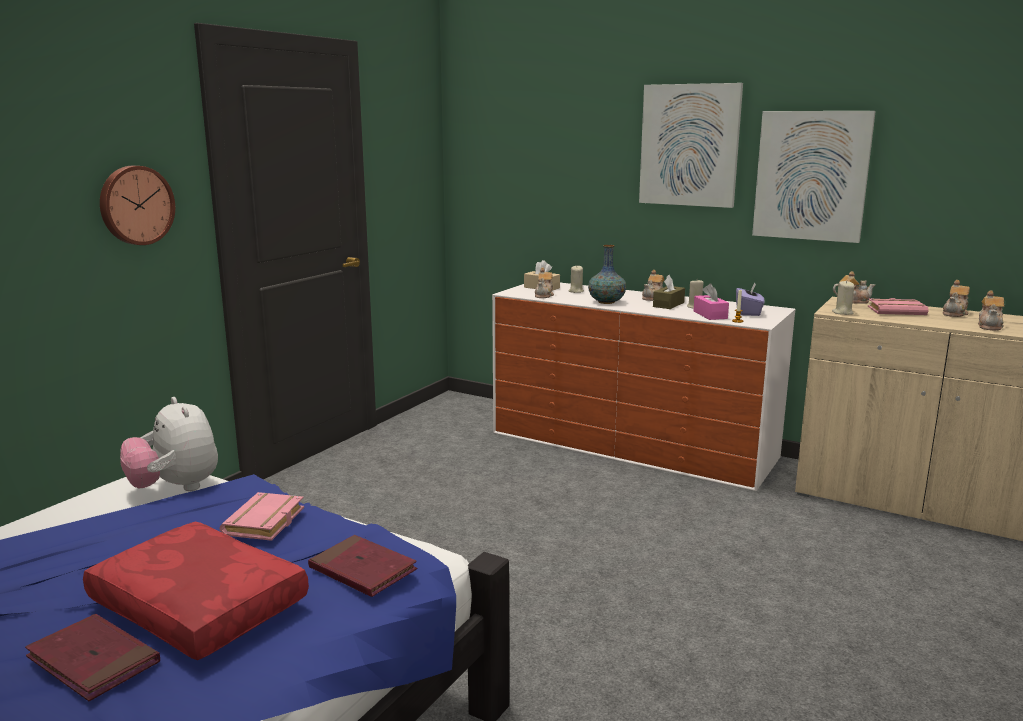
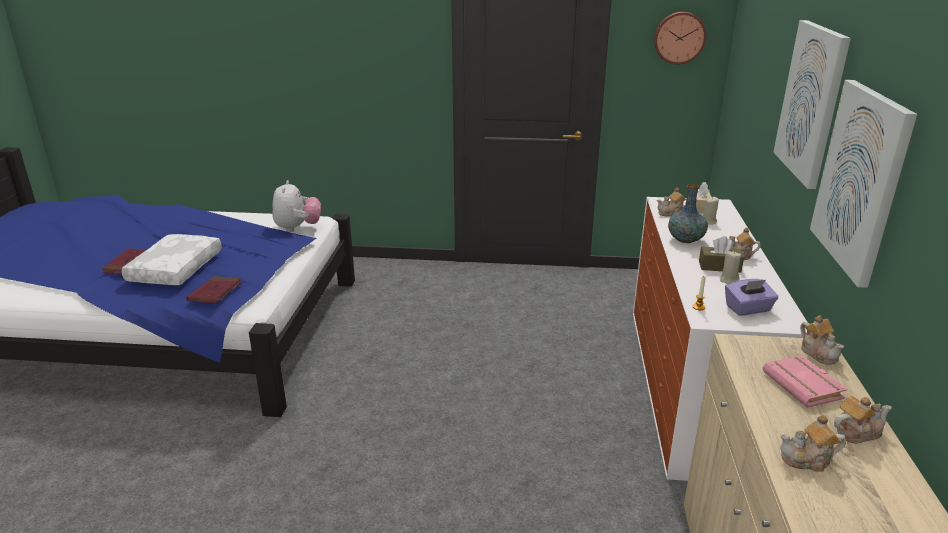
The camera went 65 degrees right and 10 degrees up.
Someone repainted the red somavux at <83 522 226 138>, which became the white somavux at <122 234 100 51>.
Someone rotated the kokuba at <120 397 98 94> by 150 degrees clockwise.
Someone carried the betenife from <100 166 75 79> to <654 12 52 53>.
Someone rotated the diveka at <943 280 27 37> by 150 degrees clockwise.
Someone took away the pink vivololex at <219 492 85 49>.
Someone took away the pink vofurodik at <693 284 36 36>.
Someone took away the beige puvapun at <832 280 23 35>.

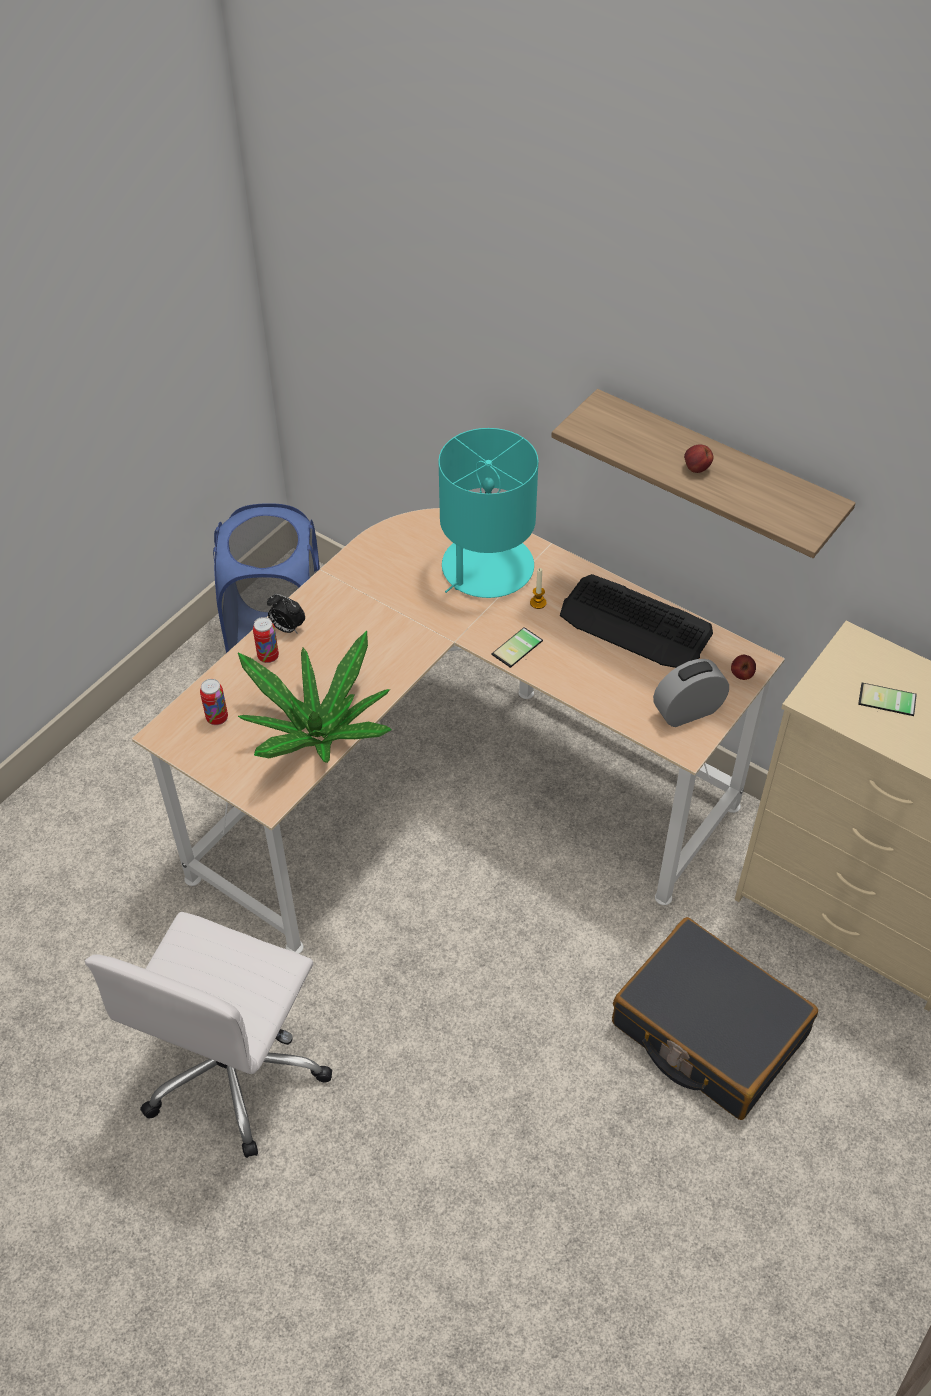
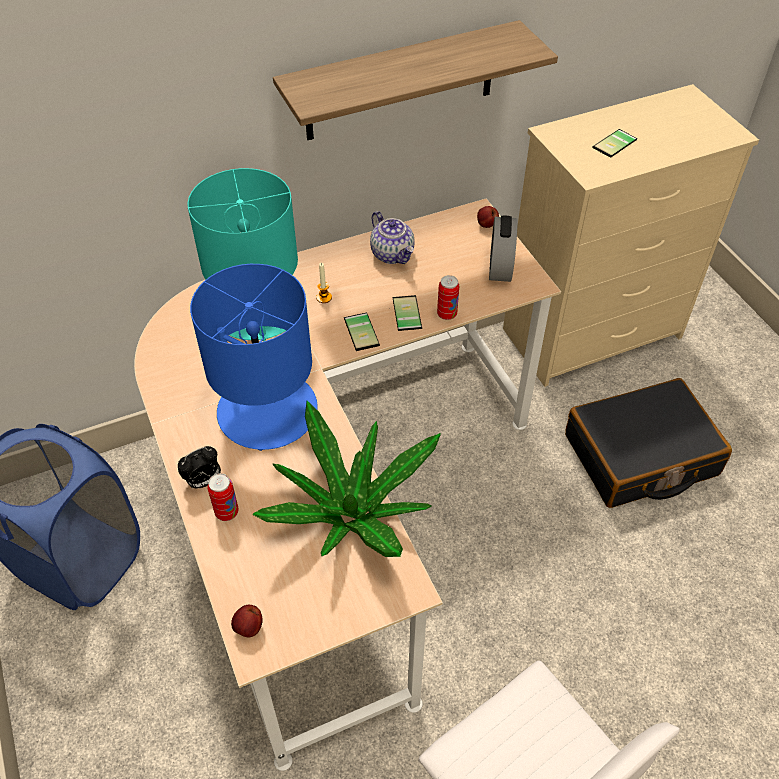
The camera went 60 degrees left and 0 degrees up.
Someone put down the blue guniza at <190 264 128 187>.
Someone carried the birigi from <684 444 29 29> to <231 605 32 32>.
Someone swapped the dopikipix at <560 574 153 94> for the diveka at <370 211 45 53>.
Someone put down the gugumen at <393 295 29 36>.
Someone carried the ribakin from <200 679 28 46> to <437 275 22 45>.

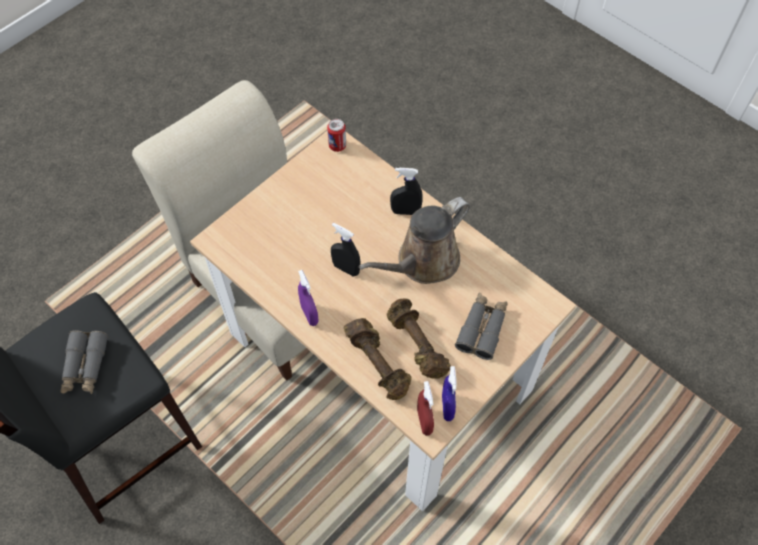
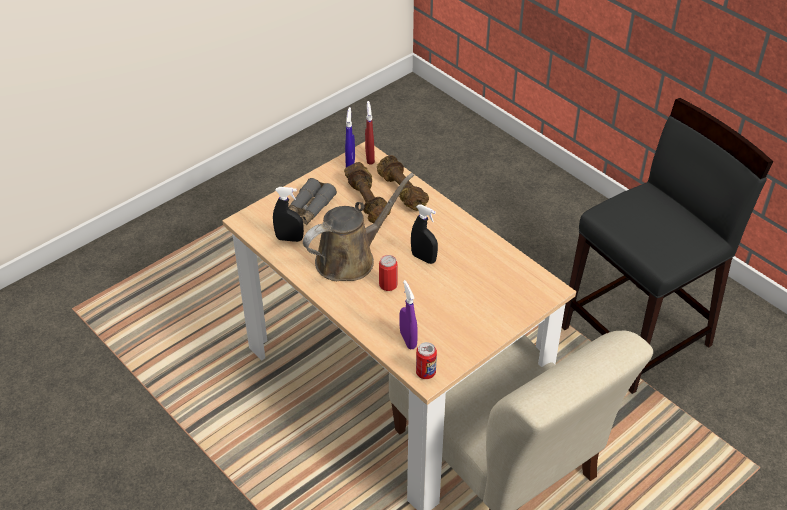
The camera went 175 degrees left and 15 degrees down.
Someone carried the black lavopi from <390 168 33 47> to <273 187 31 55>.
Someone put down the ribakin at <379 255 18 36>.
Someone carried the purple lavopi from <298 270 21 56> to <400 280 18 69>.
Someone took away the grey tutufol at <60 330 48 64>.

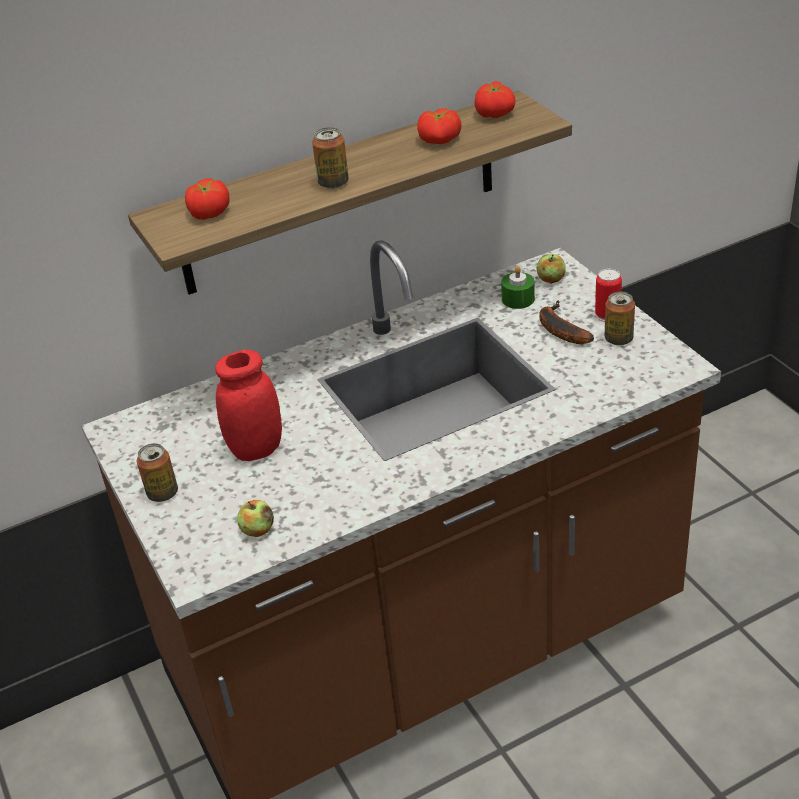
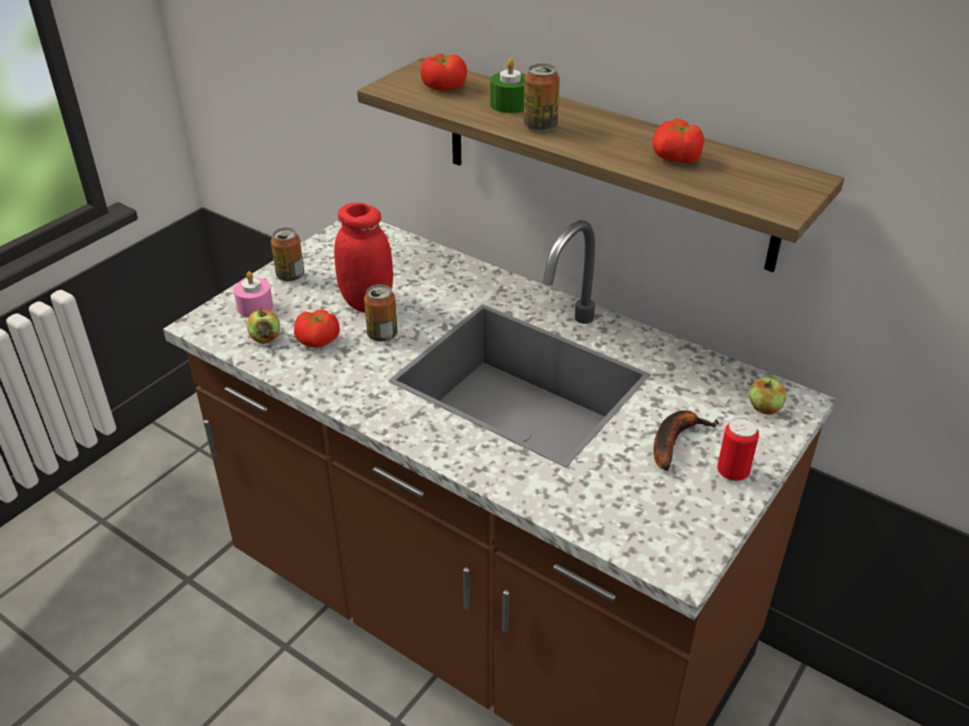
The camera went 60 degrees right and 0 degrees up.
Someone put down the pink puvapun at <234 271 39 47>.
Someone carried the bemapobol from <474 81 42 37> to <294 309 46 39>.
Someone carried the ribakin from <605 291 30 54> to <364 284 33 58>.
Someone carried the green puvapun from <501 266 34 43> to <490 58 36 55>.

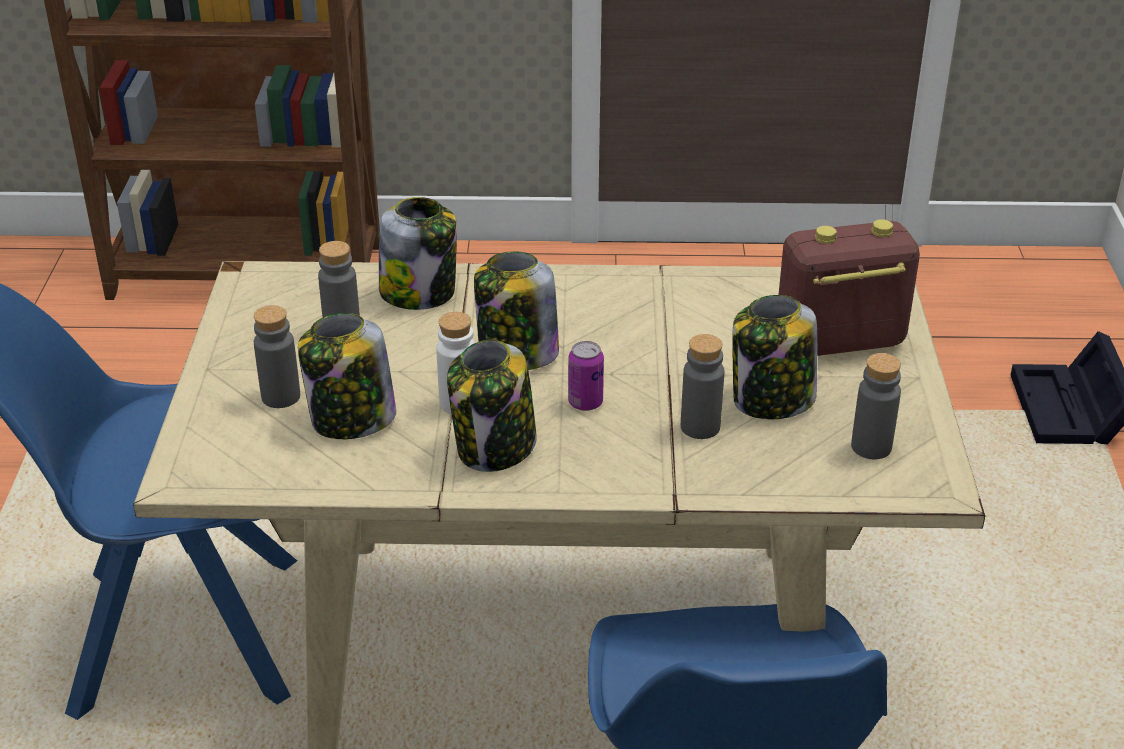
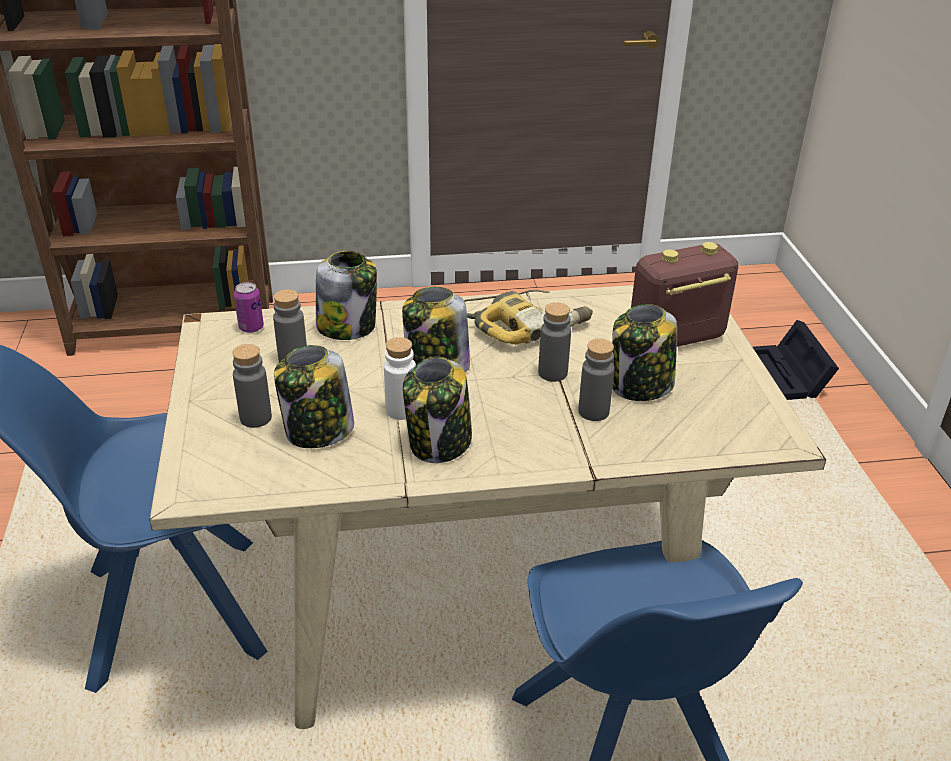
The camera went 10 degrees left and 0 degrees up.
Someone carried the ribakin from <568 341 36 70> to <234 282 30 51>.
Someone put down the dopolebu at <464 290 129 54>.
Someone carried the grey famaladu from <851 353 50 106> to <538 302 33 80>.

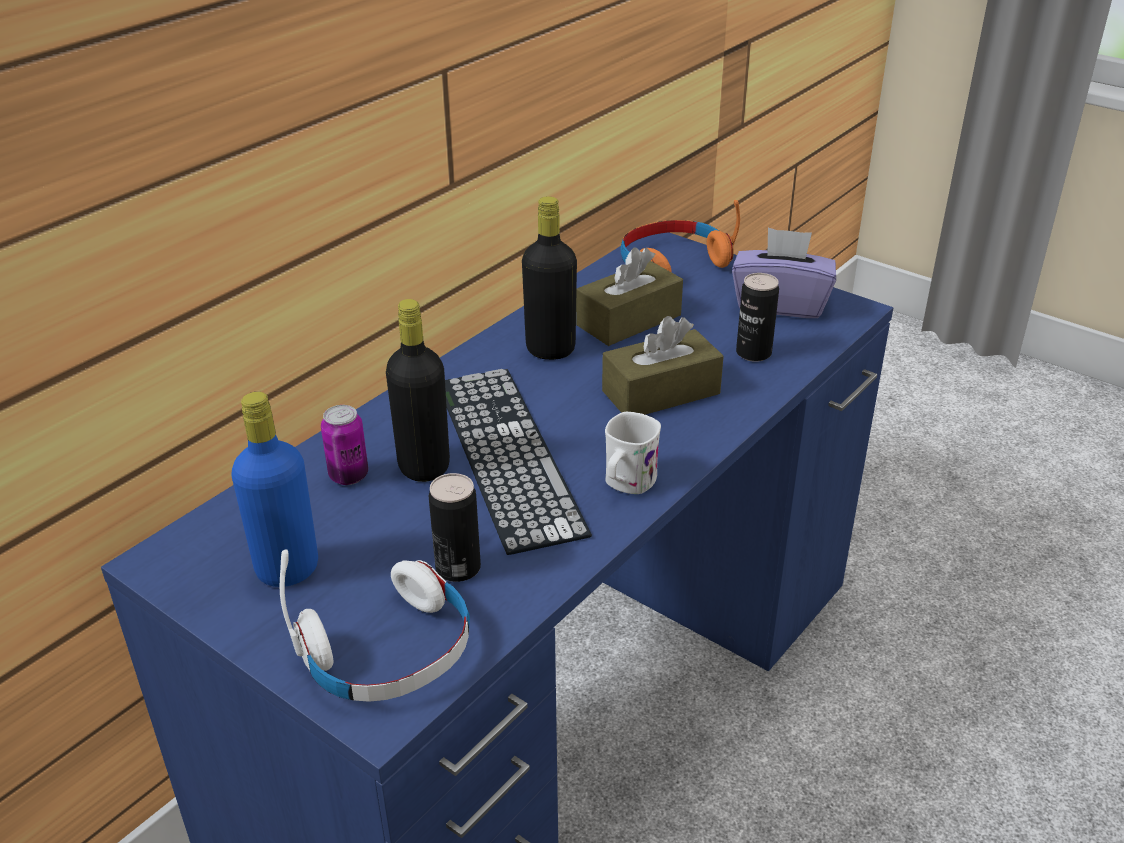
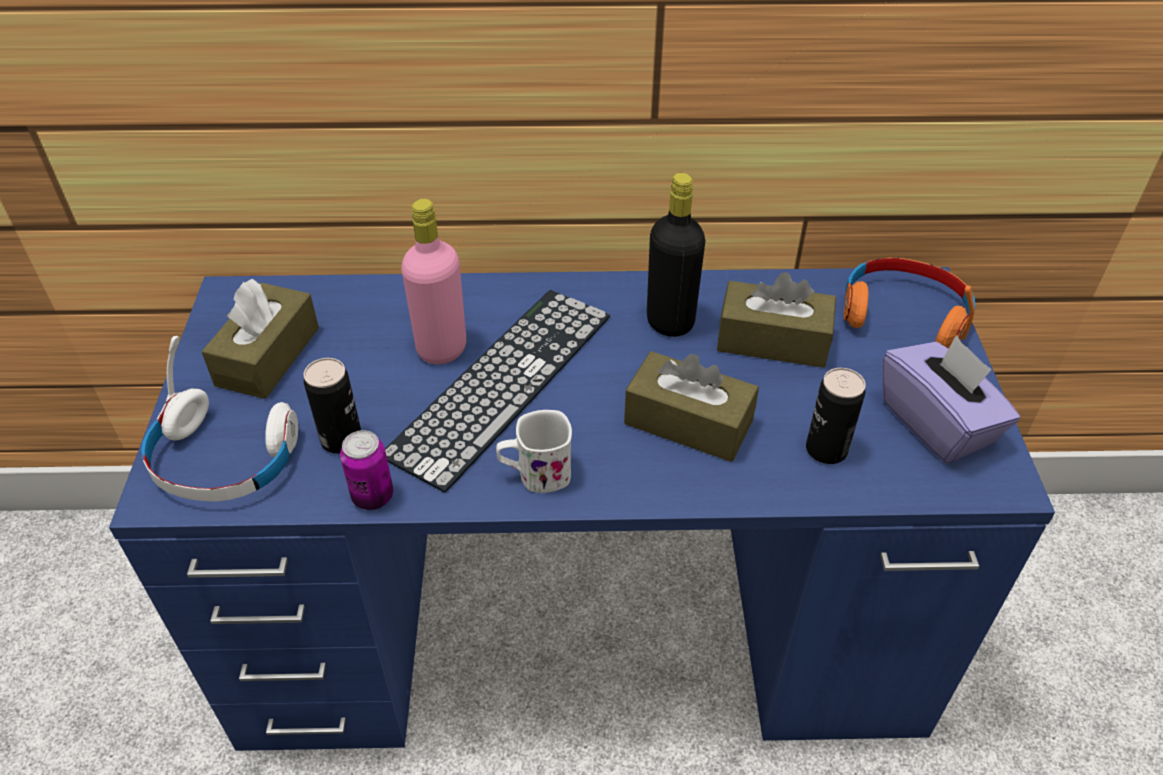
The camera went 50 degrees right and 10 degrees up.
Someone swapped the blue famaladu at <232 392 86 195> for the brown vofurodik at <202 279 117 120>.
Someone carried the ribakin from <321 405 47 80> to <340 430 53 80>.
Someone repainted the black famaladu at <386 299 64 183>, which became the pink famaladu at <401 199 65 165>.

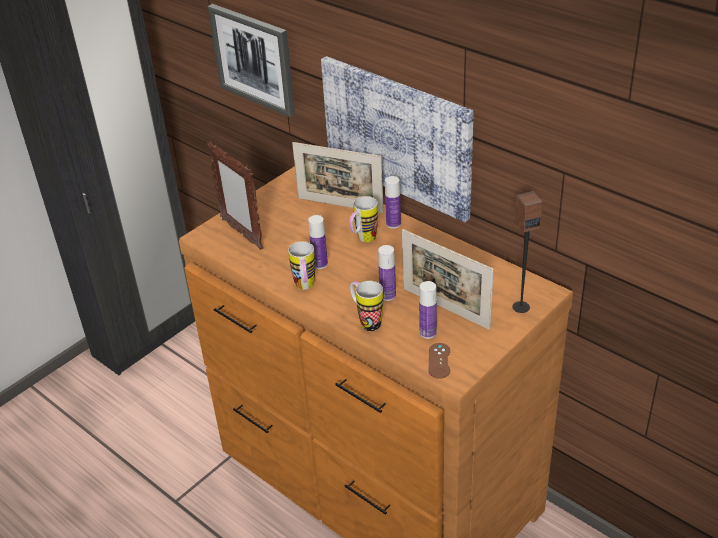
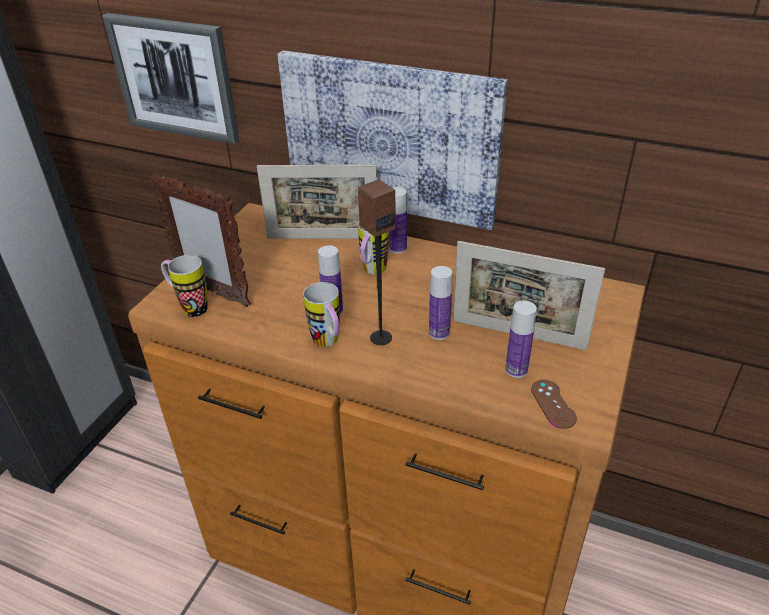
The camera went 20 degrees left and 0 degrees up.
Someone carried the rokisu from <350 281 33 50> to <161 255 47 62>.
Someone carried the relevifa from <512 191 31 122> to <358 179 38 166>.

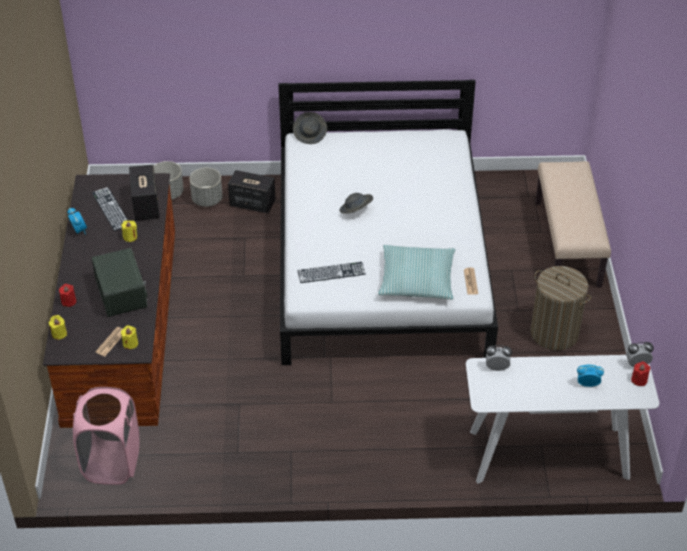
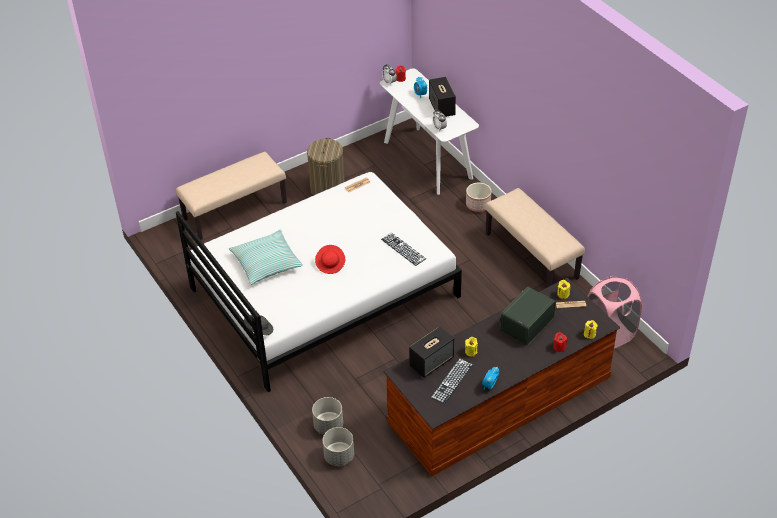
The camera went 120 degrees left and 0 degrees up.
Someone carried the somavux from <378 245 77 55> to <229 230 74 55>.
Someone repainted the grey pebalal at <340 193 33 21>, which became the red pebalal at <315 245 30 29>.
Someone carried the relevifa from <228 170 48 43> to <429 77 27 40>.
Someone put down the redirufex at <466 183 25 29>.
Someone put down the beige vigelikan at <485 188 100 100>.

